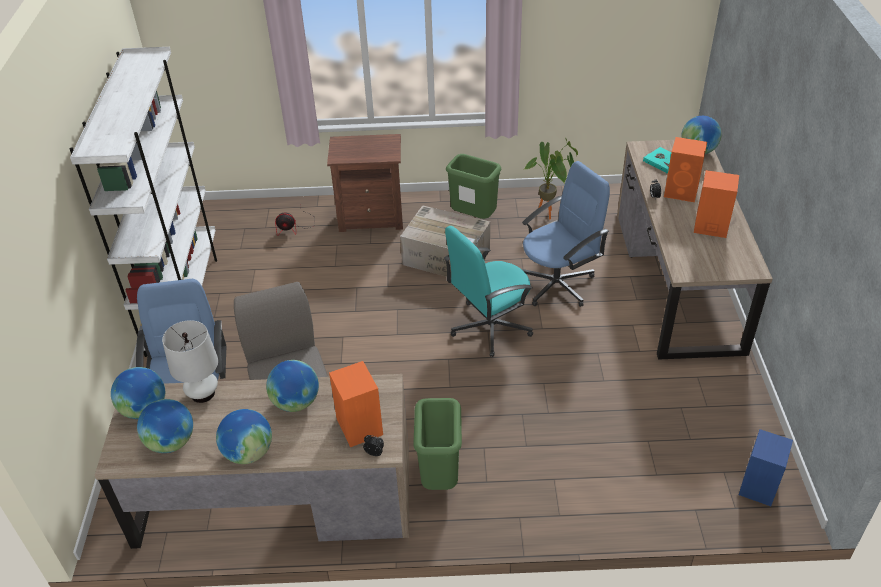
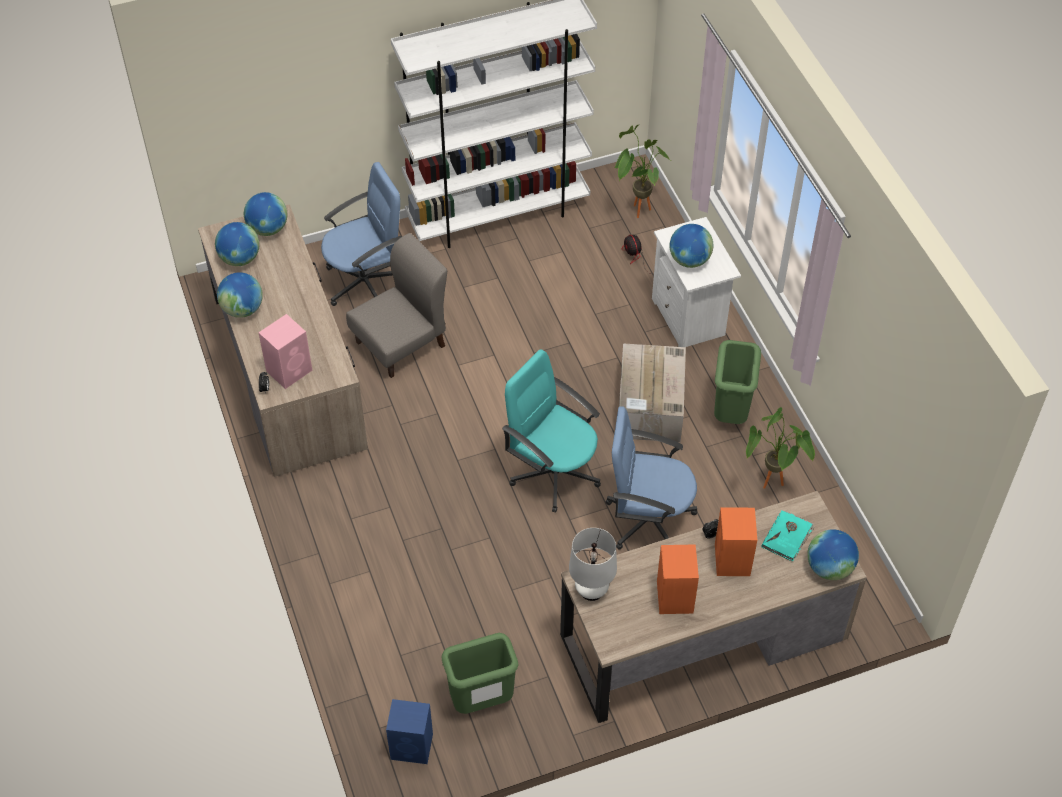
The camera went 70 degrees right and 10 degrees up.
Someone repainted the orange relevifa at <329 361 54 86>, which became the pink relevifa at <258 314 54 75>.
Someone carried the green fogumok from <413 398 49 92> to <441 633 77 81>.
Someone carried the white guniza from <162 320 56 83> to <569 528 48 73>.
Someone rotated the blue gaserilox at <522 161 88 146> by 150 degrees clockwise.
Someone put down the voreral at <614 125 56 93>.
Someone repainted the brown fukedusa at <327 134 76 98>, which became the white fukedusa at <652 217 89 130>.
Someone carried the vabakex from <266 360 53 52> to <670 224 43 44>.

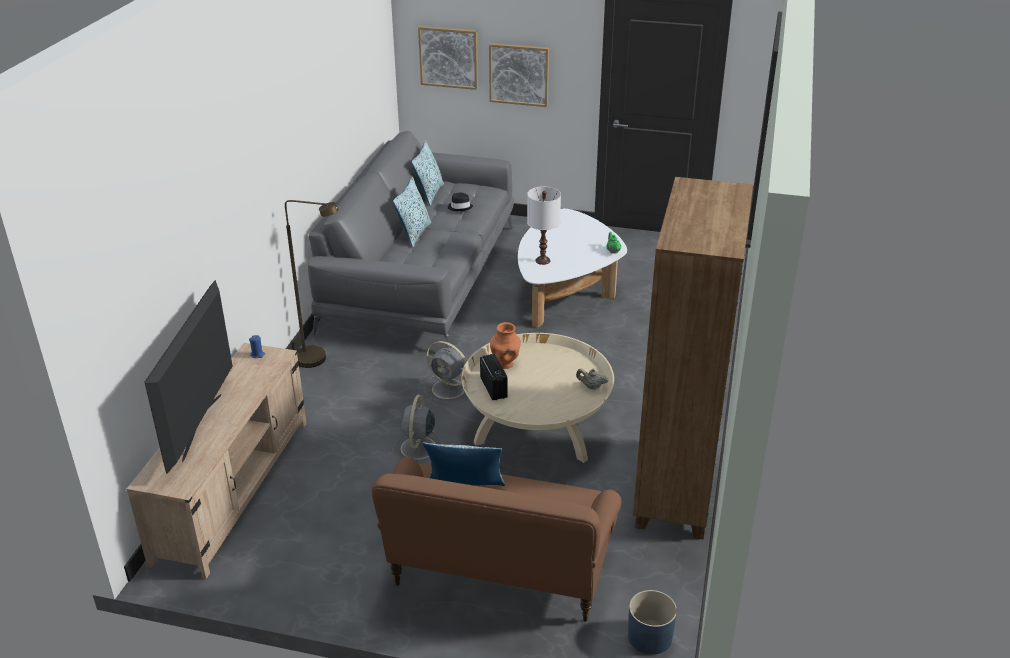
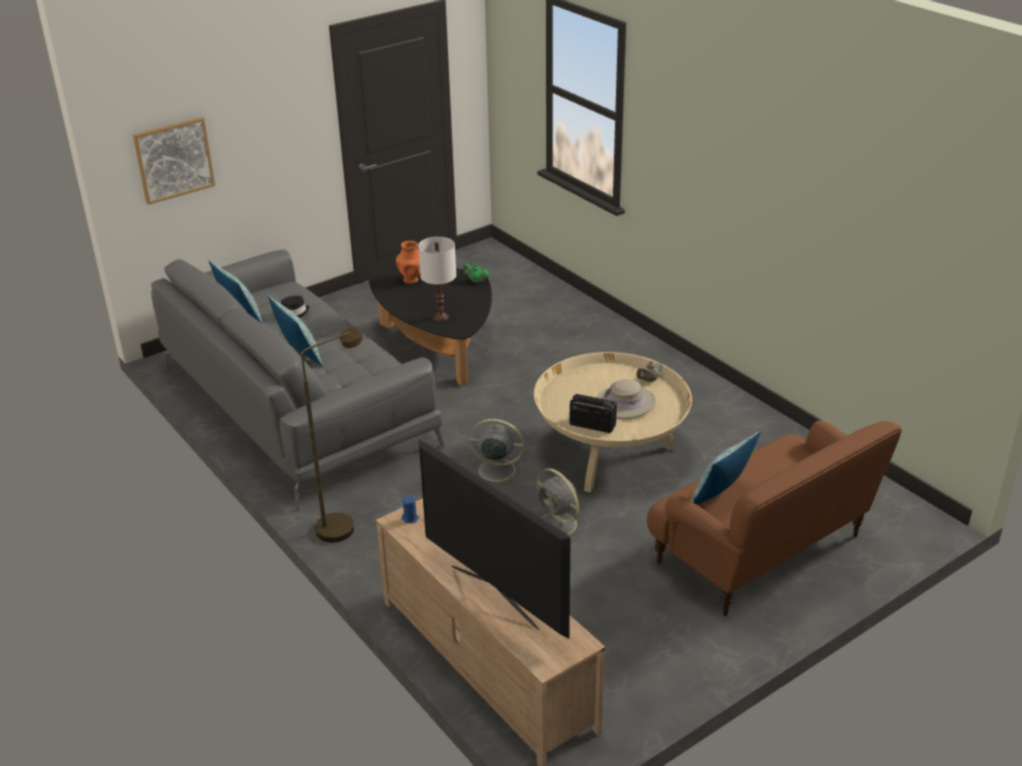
The camera went 50 degrees left and 0 degrees up.
Someone repainted the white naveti at <518 209 109 119>, which became the black naveti at <368 266 124 120>.
Someone carried the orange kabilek from <490 322 31 47> to <396 241 24 43>.
Someone rotated the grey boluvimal at <424 341 44 63> by 150 degrees counterclockwise.
Someone put down the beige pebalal at <597 379 59 40>.
Someone took away the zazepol at <489 43 60 64>.
Someone took away the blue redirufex at <628 590 49 65>.
Someone took away the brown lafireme at <633 177 120 362>.

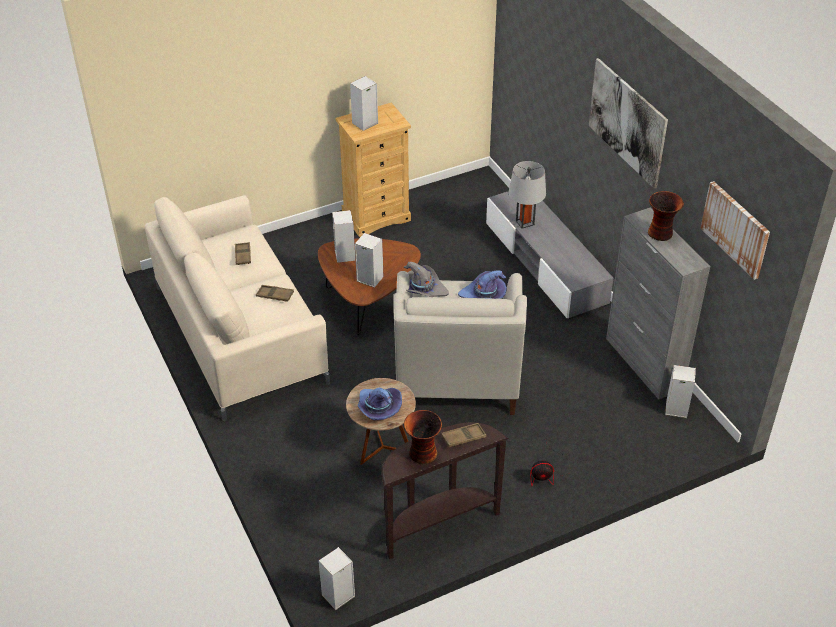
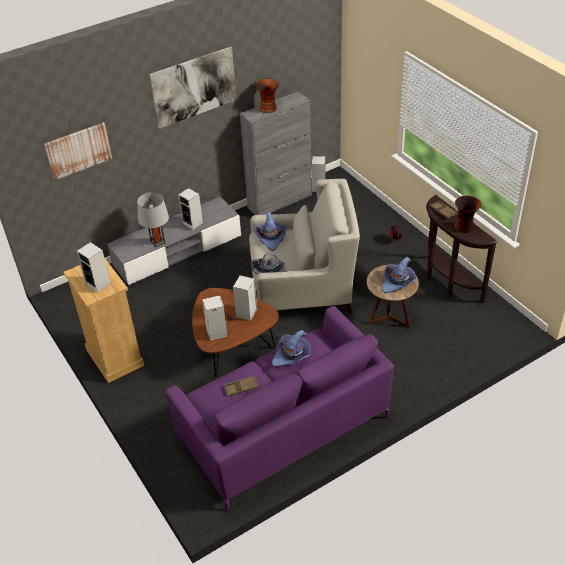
The camera went 95 degrees left and 0 degrees up.
Someone carried the zazepol from <700 181 70 99> to <44 122 68 58>.
Someone repainted the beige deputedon at <145 195 185 226>, which became the purple deputedon at <165 306 229 205>.
Someone carried the relevifa from <318 547 37 63> to <178 188 25 42>.
Someone swapped the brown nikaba at <256 285 38 17> for the purple pebalal at <272 330 39 37>.

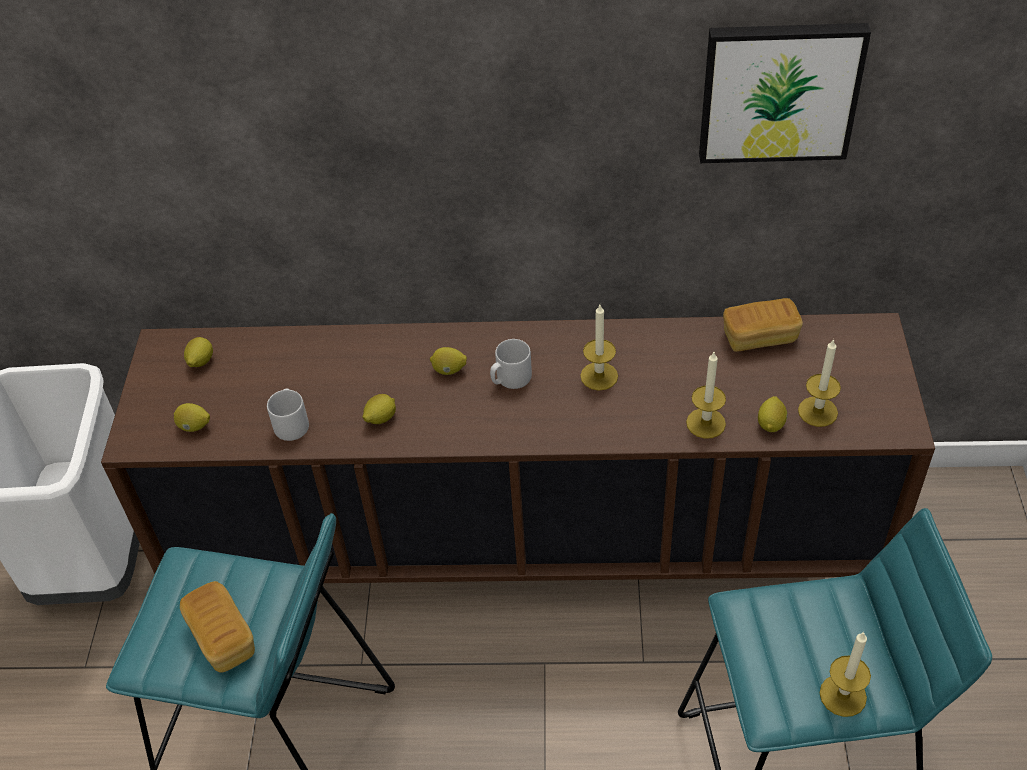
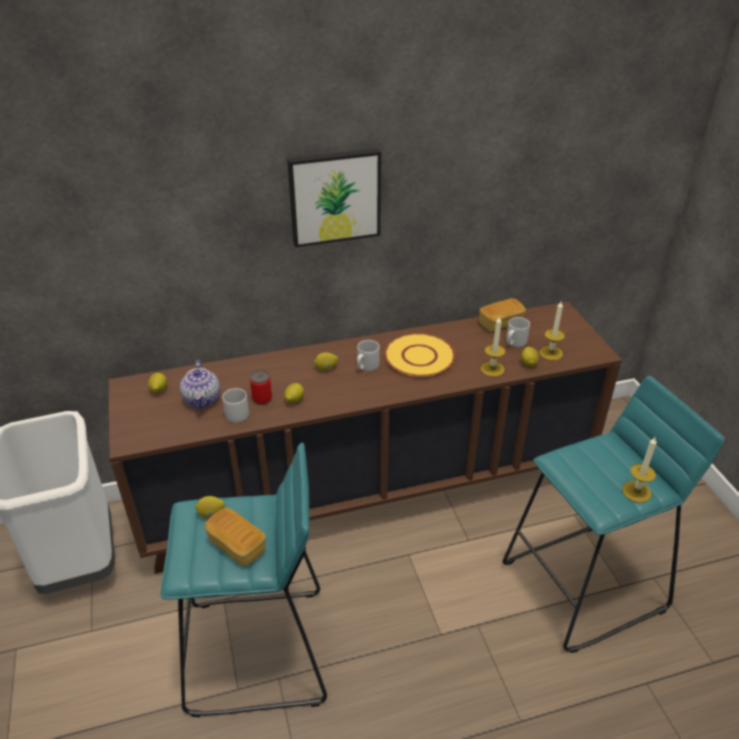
The camera went 20 degrees left and 10 degrees down.
Someone put down the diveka at <180 360 40 50>.
Someone carried the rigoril from <174 403 36 29> to <195 496 30 22>.
Someone put down the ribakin at <250 370 22 35>.
Someone carried the zazepol from <699 23 172 140> to <287 148 94 100>.
Someone swapped the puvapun at <580 305 38 86> for the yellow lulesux at <384 333 71 44>.
Someone put down the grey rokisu at <506 317 24 30>.

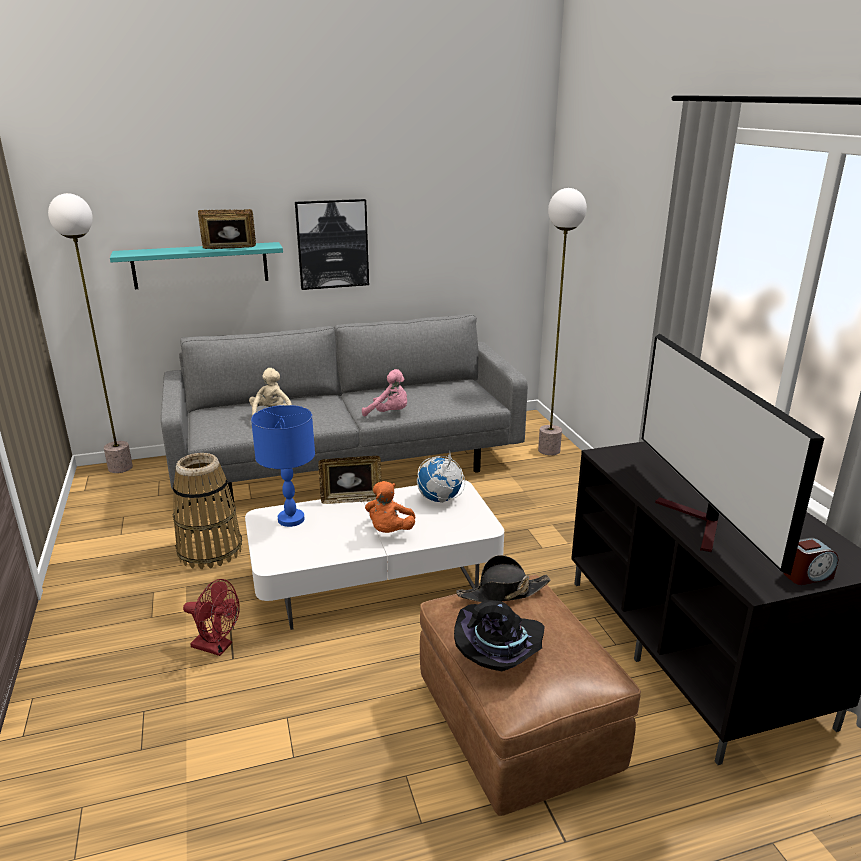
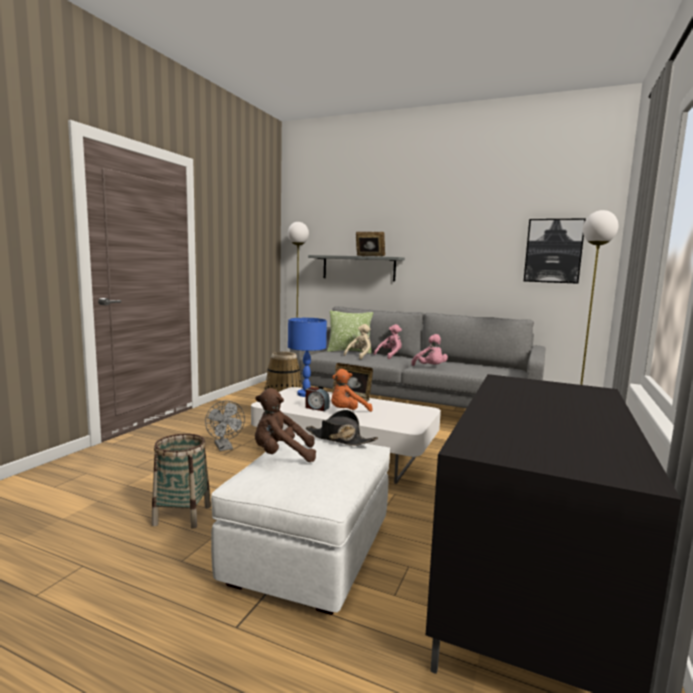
The camera went 40 degrees right and 15 degrees down.
Someone put down the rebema at <152 434 59 95>.
Someone repainted the red boluvimal at <183 579 57 77>, which became the grey boluvimal at <205 401 40 50>.
Someone repainted the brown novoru at <420 575 221 241>, which became the white novoru at <211 433 179 182>.
Someone swapped the black pebalal at <454 600 91 71> for the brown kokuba at <255 388 61 74>.
Someone carried the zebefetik from <784 538 55 47> to <305 387 25 24>.
Someone repainted the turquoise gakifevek at <110 242 173 47>, which became the grey gakifevek at <308 255 97 26>.
Someone put down the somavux at <327 310 46 44>.
Someone put down the pink kokuba at <374 324 28 35>.
Someone carried the zazepol from <295 199 74 91> to <524 218 62 66>.
Someone took away the vabakex at <417 453 48 50>.
Someone took away the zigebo at <642 334 182 241>.

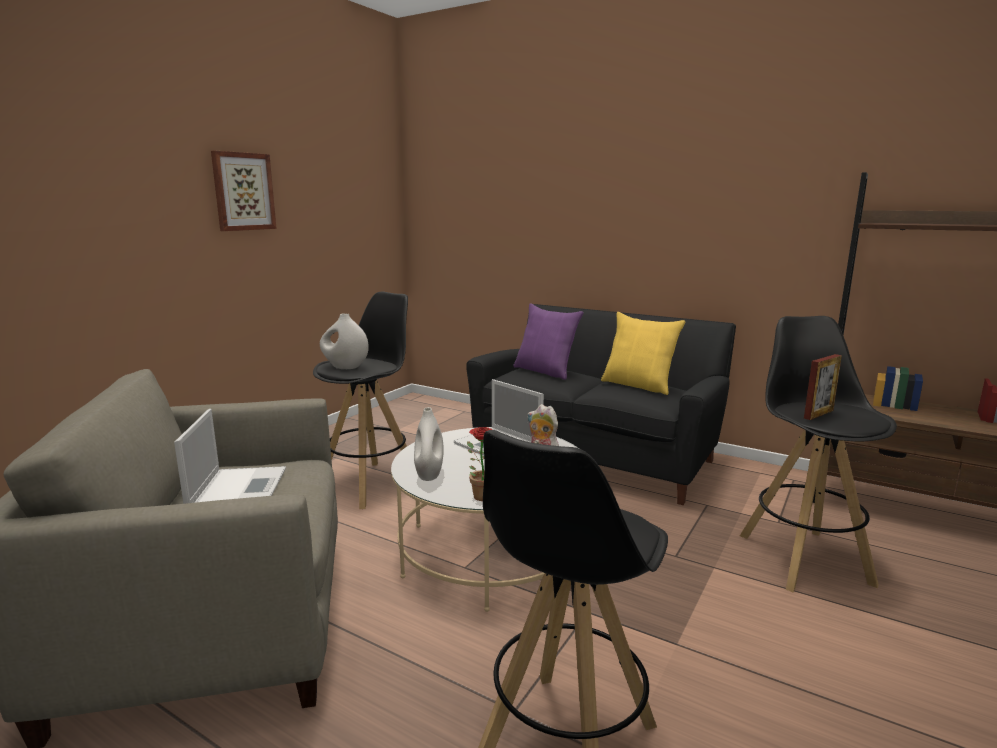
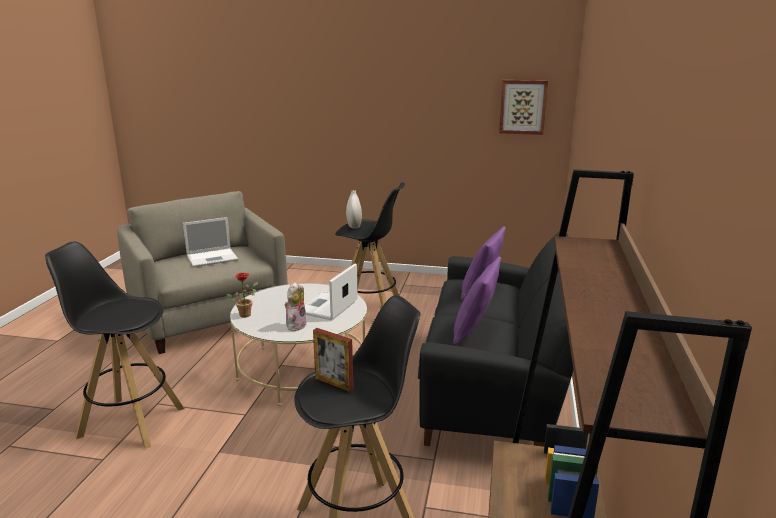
The camera went 70 degrees right and 5 degrees up.
Someone repainted the yellow somavux at <601 312 84 83>, which became the purple somavux at <453 256 48 89>.
Someone carried the zazepol from <211 151 66 80> to <499 80 49 55>.
Someone took away the white kabilek at <414 407 30 74>.

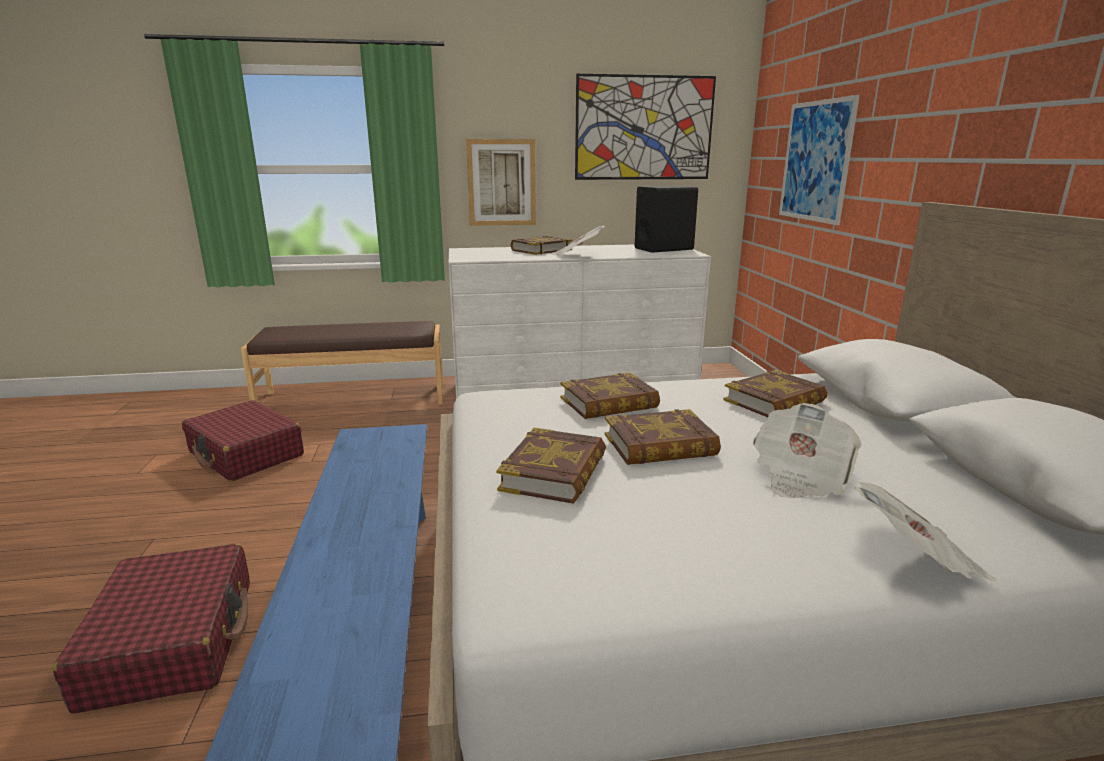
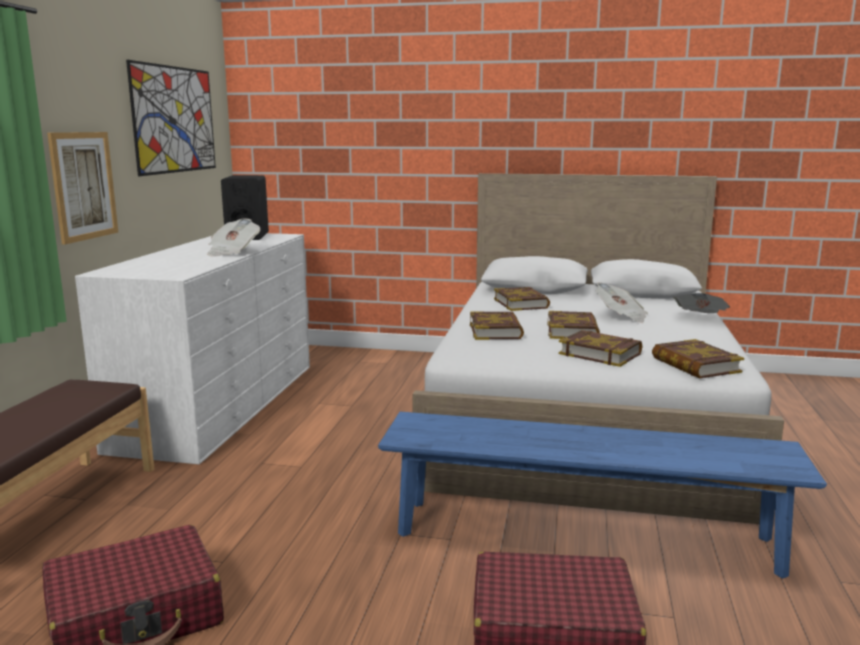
The camera went 70 degrees left and 5 degrees down.
Someone carried the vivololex from <511 236 61 19> to <652 339 92 39>.
Someone took away the zazepol at <779 95 81 130>.

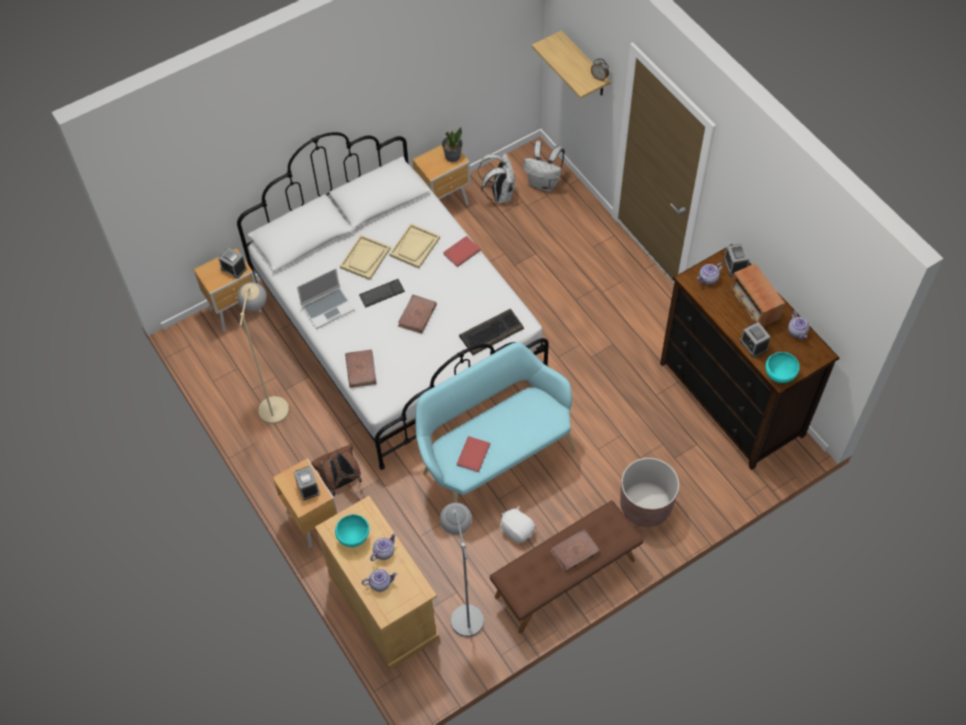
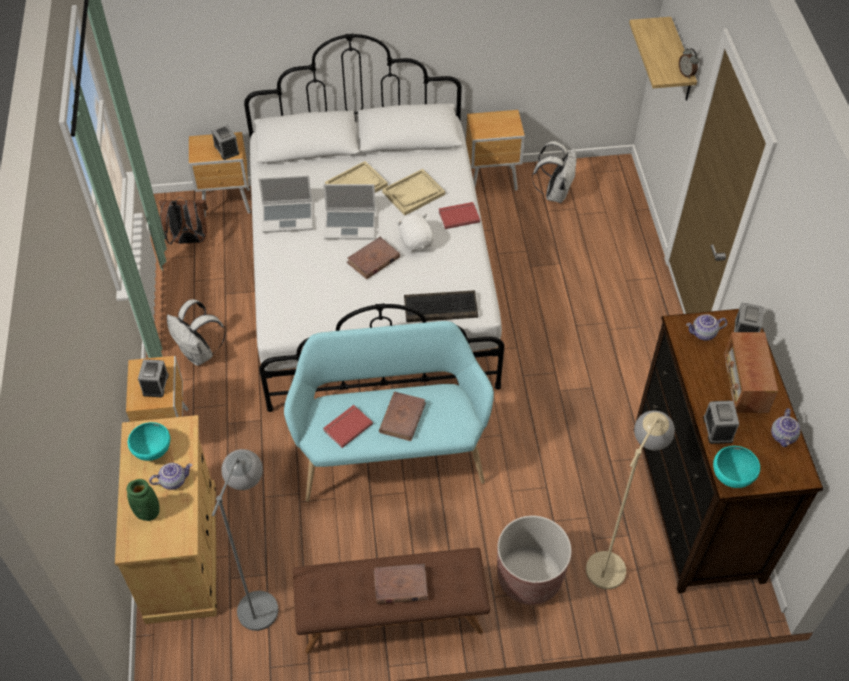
The camera went 25 degrees right and 5 degrees down.
Someone swapped the diveka at <362 569 35 23> for the green kabilek at <127 479 33 42>.
Someone carried the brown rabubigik from <311 444 51 52> to <159 197 49 47>.
Someone carried the white rabubigik from <523 141 42 50> to <167 299 59 67>.
Someone swapped the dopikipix at <359 279 46 29> for the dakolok at <323 184 53 55>.
Someone carried the brown vivololex from <345 349 32 39> to <379 392 47 49>.
Someone carried the white kokuba from <500 506 35 37> to <396 214 38 38>.
Someone carried the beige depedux from <237 282 52 142> to <586 410 89 179>.
Someone took away the voreral at <442 127 21 35>.

